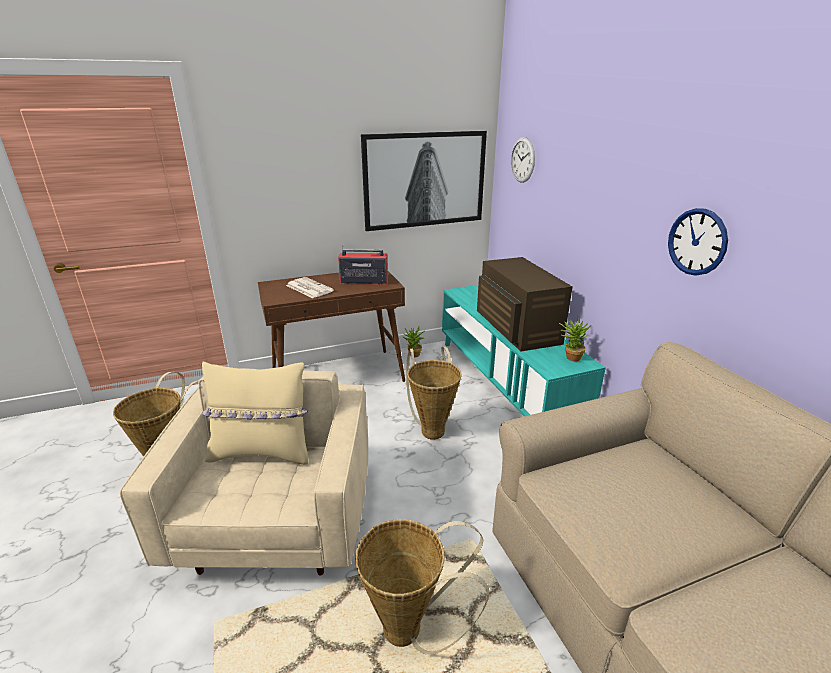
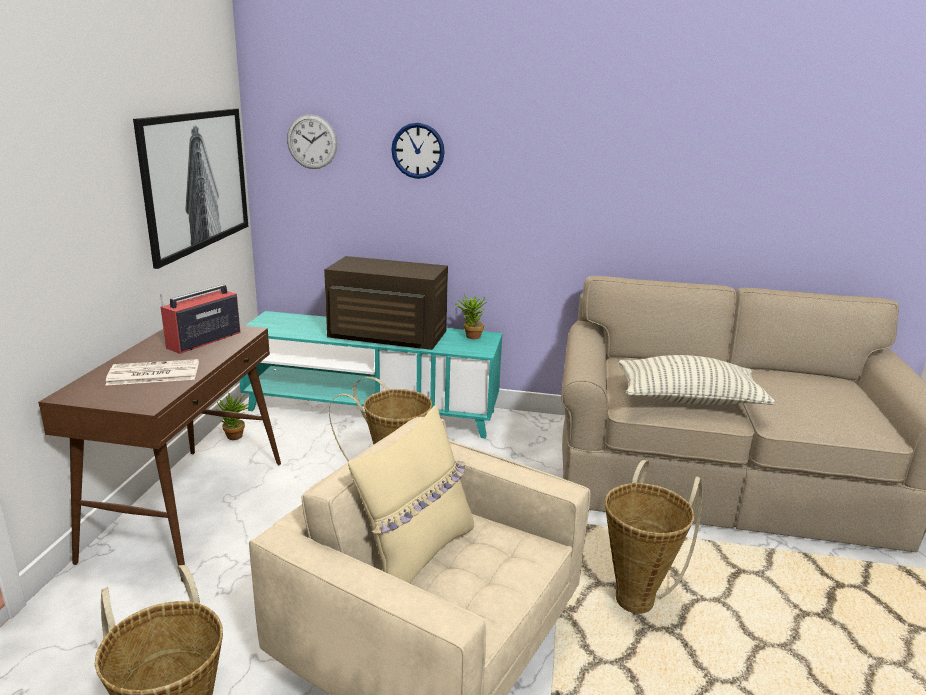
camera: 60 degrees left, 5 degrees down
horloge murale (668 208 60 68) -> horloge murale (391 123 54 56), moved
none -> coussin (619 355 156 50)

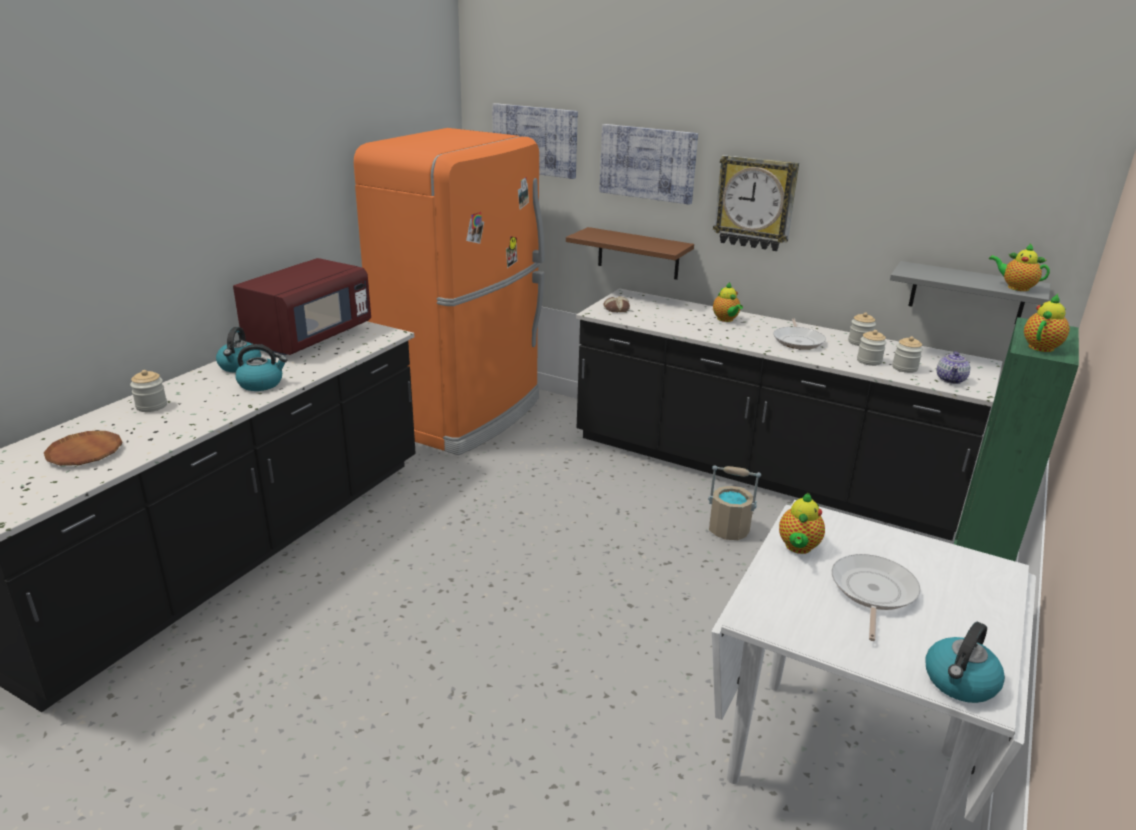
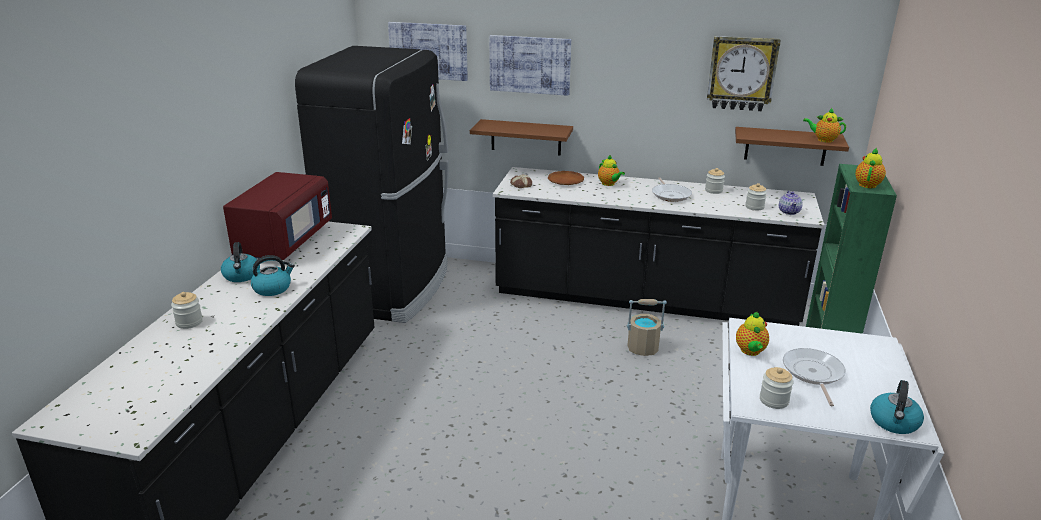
camera: 15 degrees left, 0 degrees up
assiette/marron (44 431 79 35) -> assiette/marron (548 171 36 14), moved
réfrigérateur/orange (354 128 191 327) -> réfrigérateur/noir (295 46 154 277)
horloge murale (713 155 86 96) -> horloge murale (707 36 74 75), moved
bocal (857 330 30 36) -> bocal (760 367 34 42), moved
étagère/gris (890 261 161 63) -> étagère/marron (735 127 114 39)

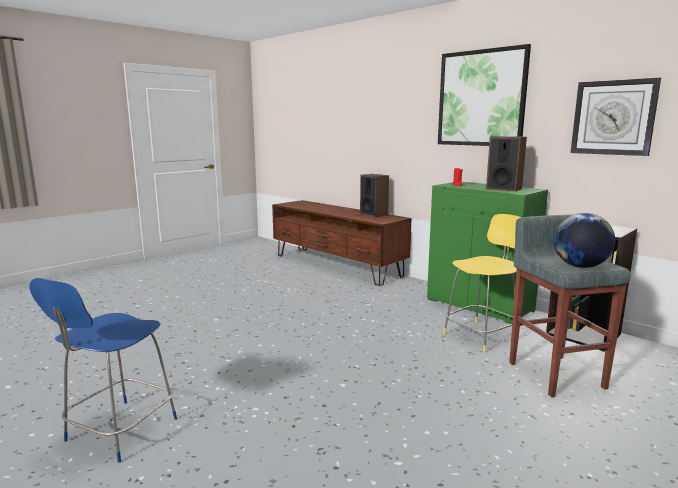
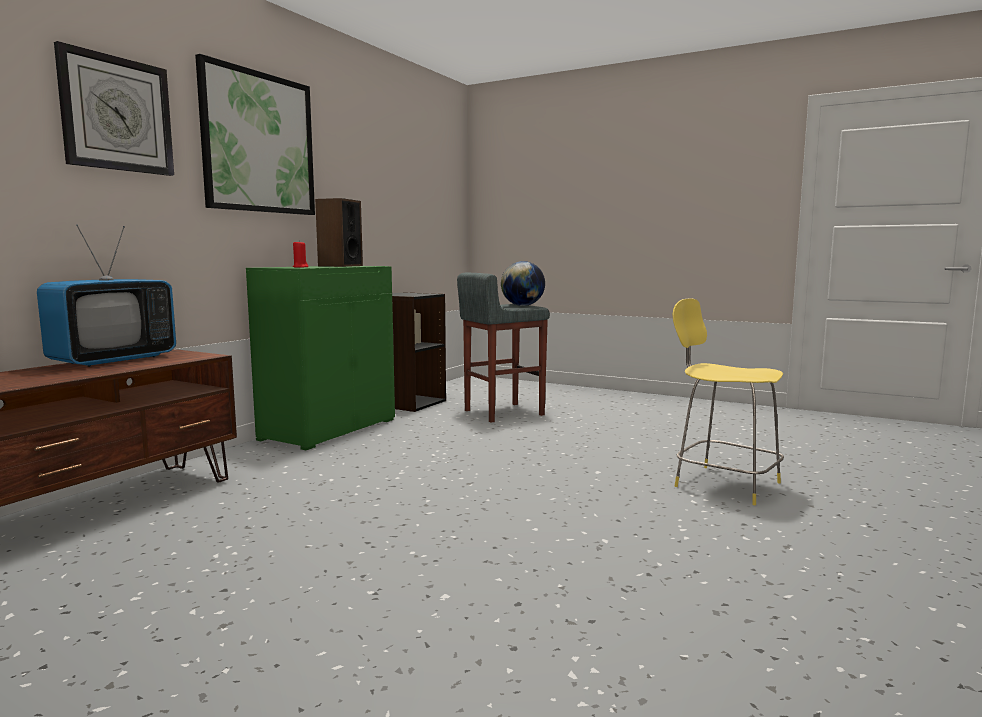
camera: 105 degrees left, 5 degrees down
tabouret/bleu (30 278 147 185) -> none
enceinte (360 174 29 43) -> téléviseur (37 225 139 142)
tabouret/jaune (443 214 79 139) -> tabouret/jaune (673 299 111 206), moved
horloge murale (570 78 91 78) -> horloge murale (54 41 120 135), moved

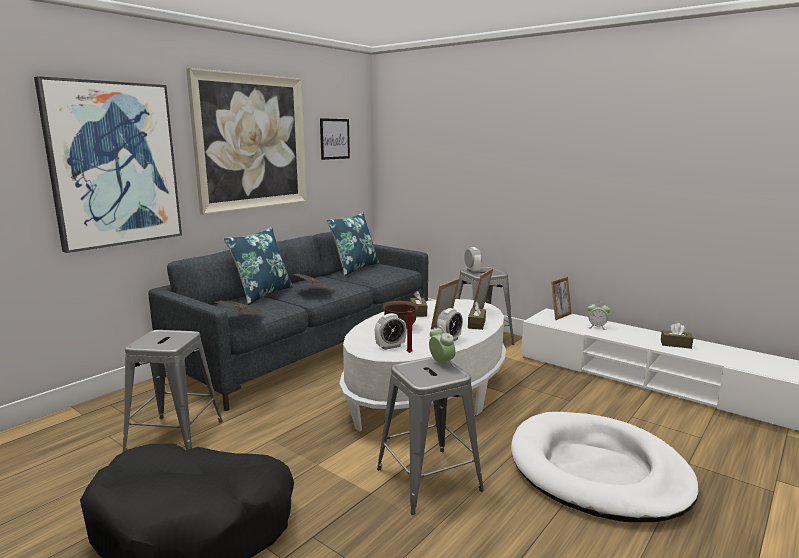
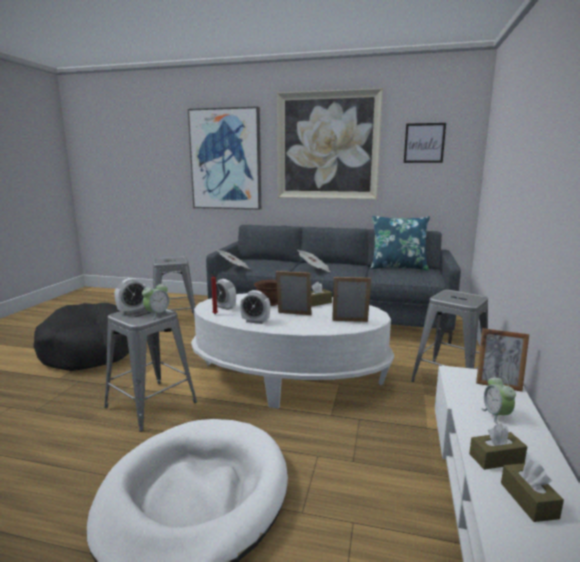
camera: 65 degrees right, 0 degrees up
coussin/bleu (224 227 70 78) -> none
réveil (464 247 18 26) -> réveil (114 278 33 36), moved
boîte à mouchoirs/marron (468 301 18 29) -> boîte à mouchoirs/marron (469 423 58 47), moved

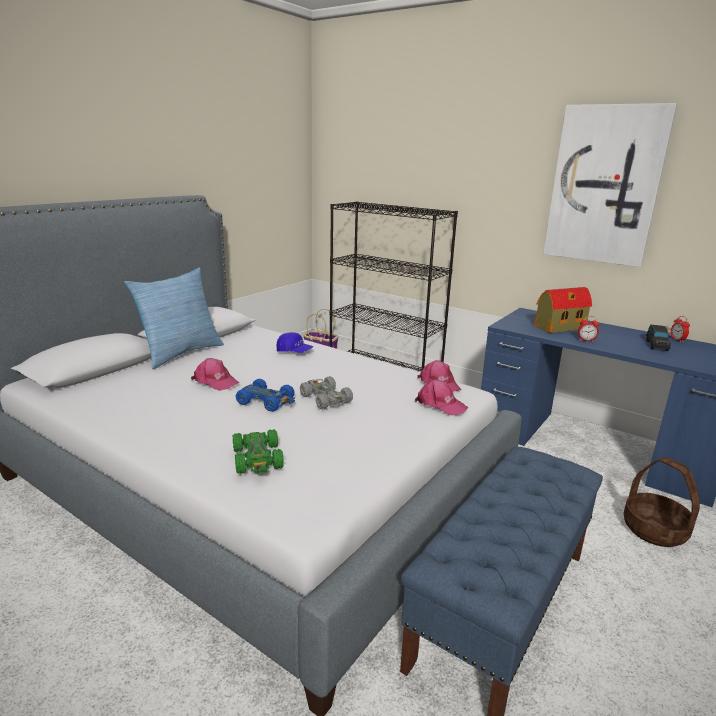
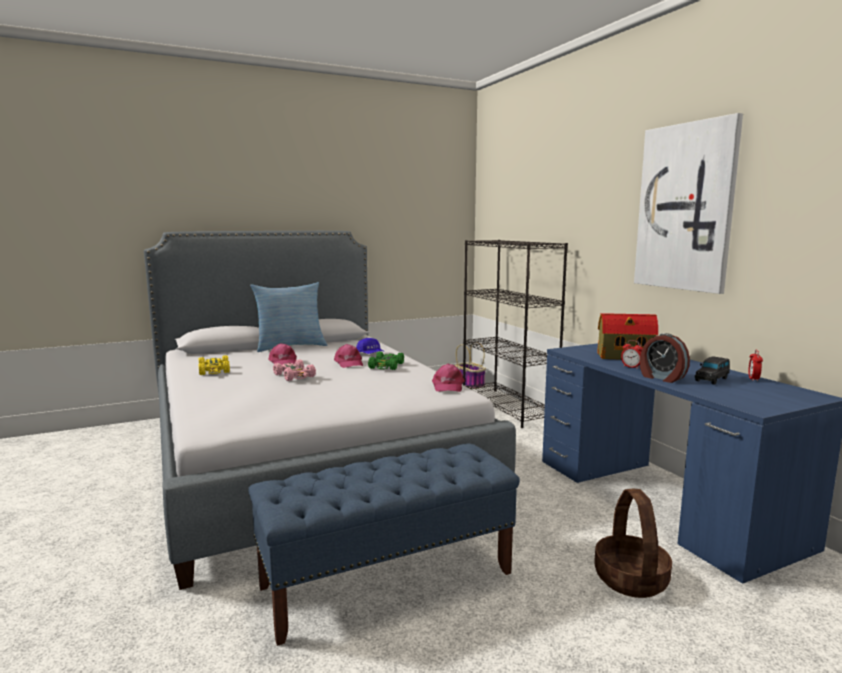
camera: 30 degrees right, 10 degrees down
petite voiture/vert (233 429 51 45) -> petite voiture/vert (368 351 36 19), moved
petite voiture/bleu (236 379 59 33) -> petite voiture/rose (273 359 43 22)
petite voiture/gris (300 376 53 33) -> none
casquette/rose (415 379 54 37) -> casquette/rose (334 344 29 24), moved
none -> petite voiture/jaune (199 355 31 20)
none -> réveil (640 333 50 50)

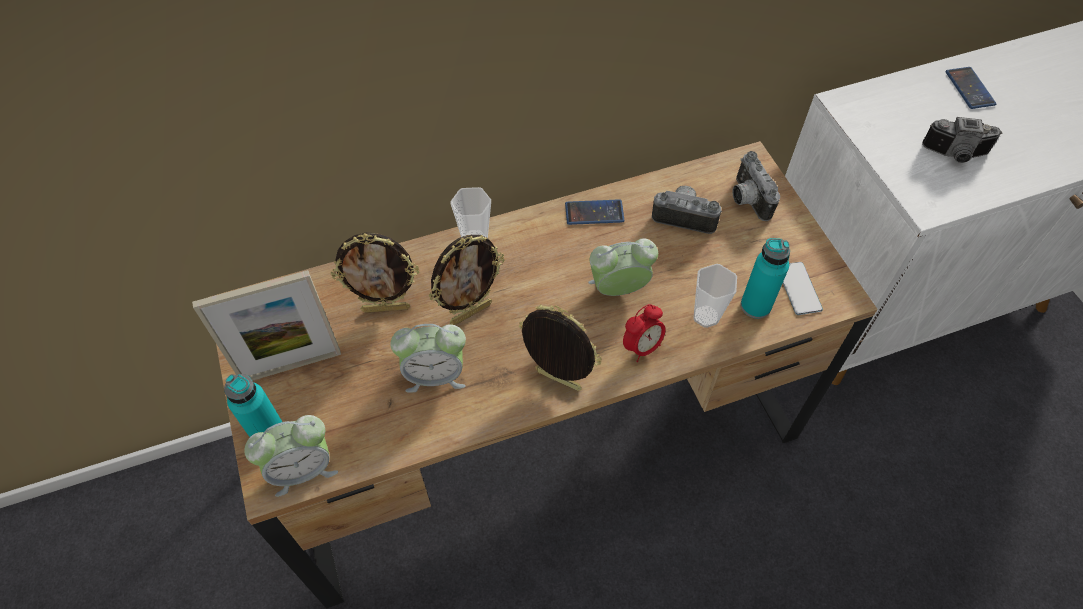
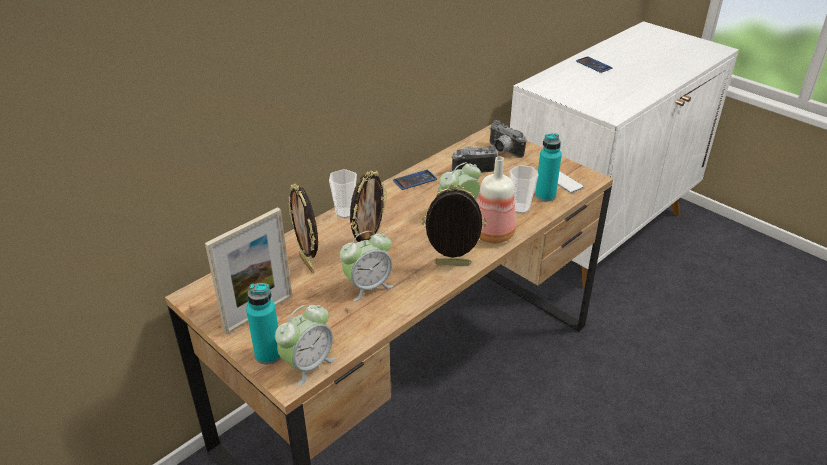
camera: 25 degrees left, 20 degrees down
cadre photo (331 232 88 81) -> cadre photo (288 184 30 89), 90 degrees clockwise
réveil (623 304 43 58) -> bouteille (477 156 39 87)
appareil photo (922 117 80 46) -> none

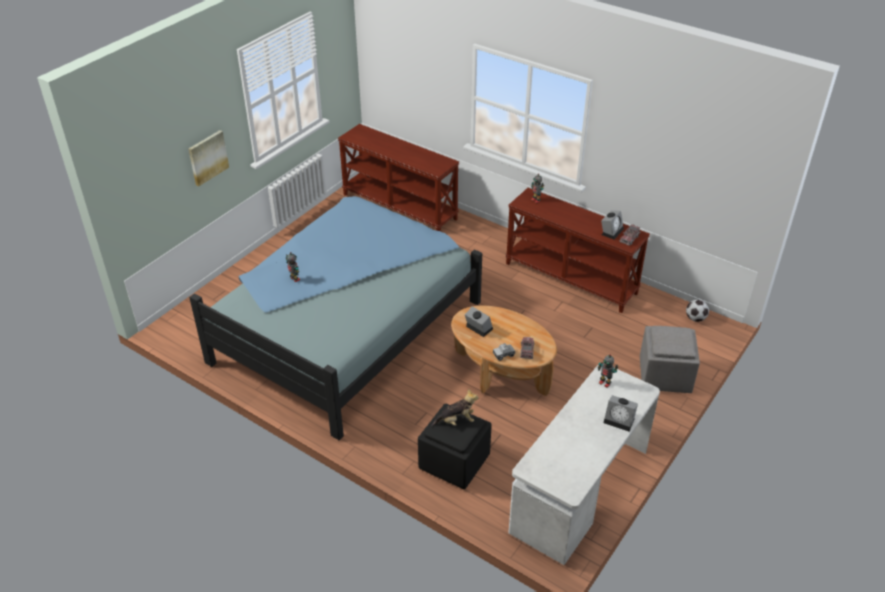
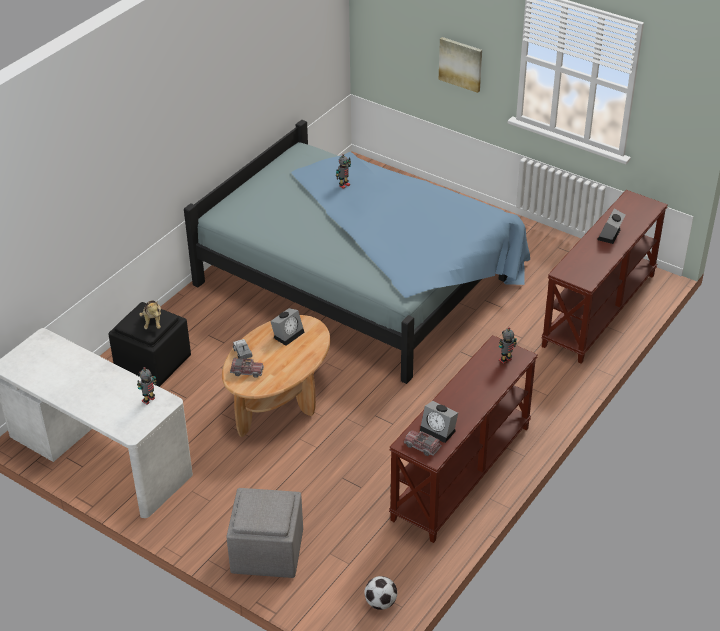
camera: 90 degrees right, 0 degrees up
réveil (604 395 34 36) -> réveil (597 209 28 35), moved

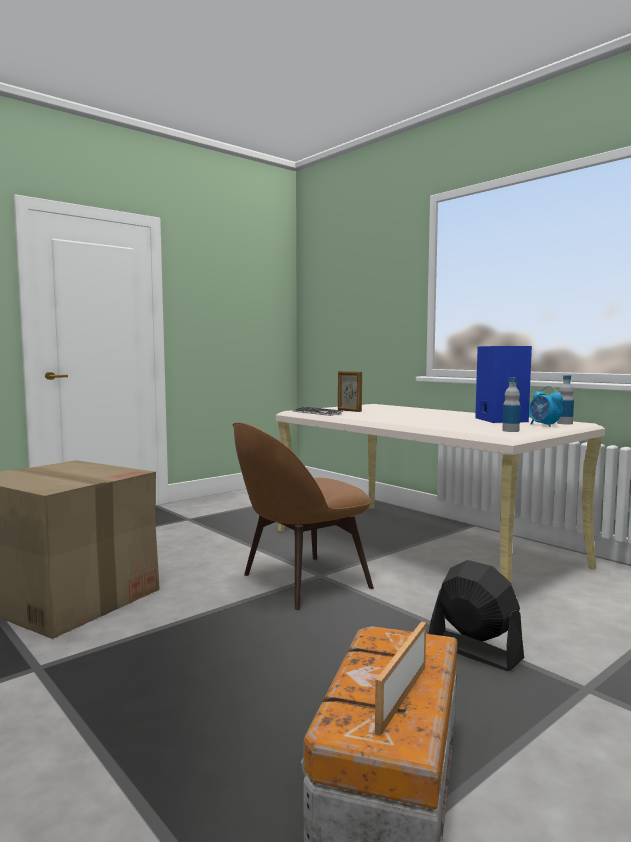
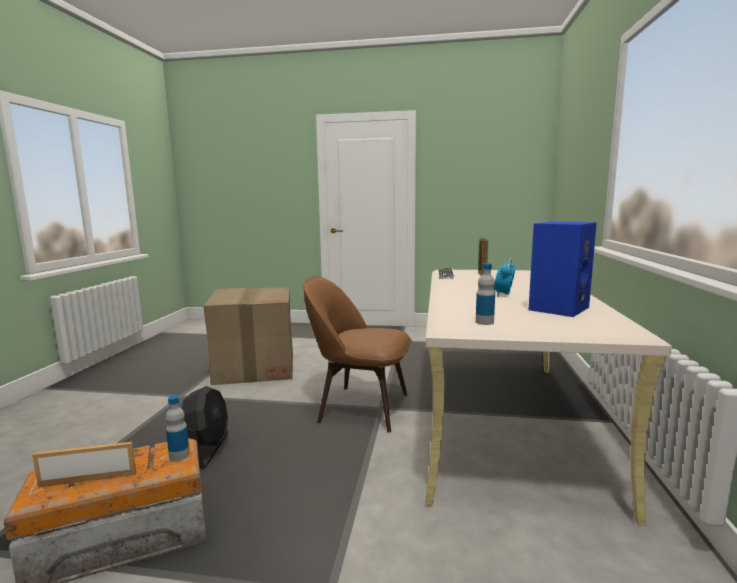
camera: 50 degrees right, 5 degrees up
ventilateur/noir (428 560 96 111) -> ventilateur/noir (182 386 46 83), moved
réveil (529 386 34 41) -> réveil (494 258 21 39), moved
bouteille (557 375 17 49) -> bouteille (166 395 24 66), moved

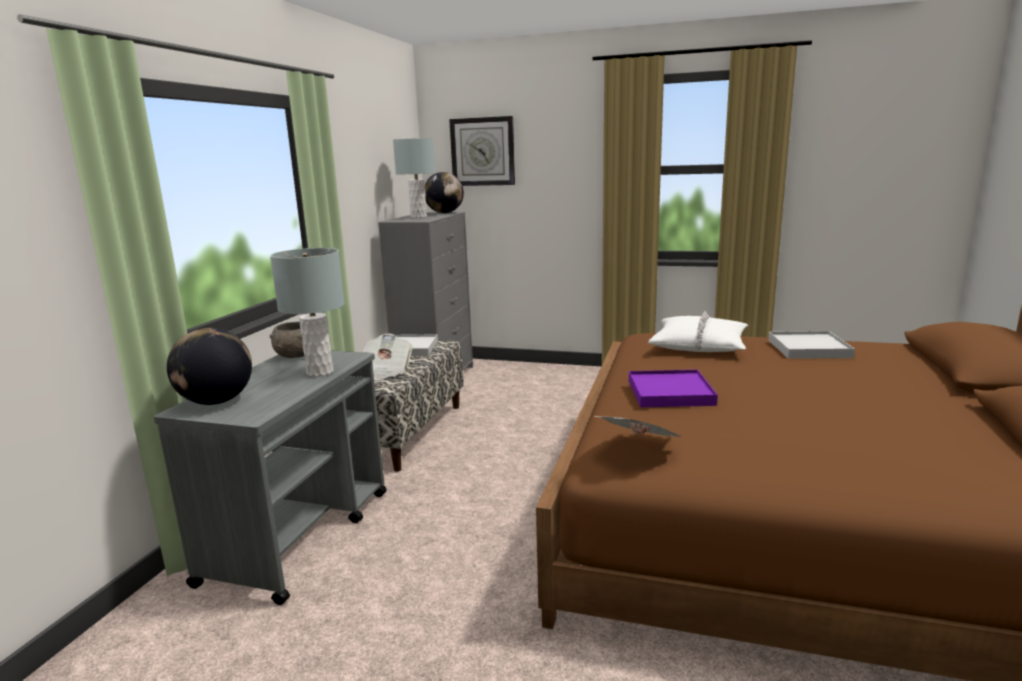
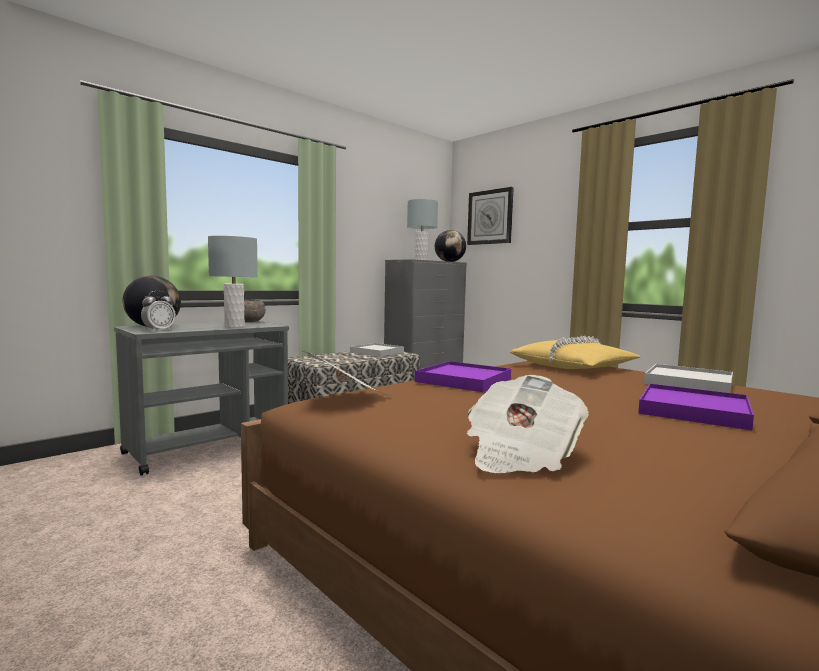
camera: 30 degrees right, 10 degrees down
journal (363 334 50 46) -> journal (467 375 122 98), moved
coussin/blanc (648 311 100 41) -> coussin/jaune (510 336 131 33)
none -> réveil (141 291 35 41)
none -> plateau/violet (638 384 116 46)

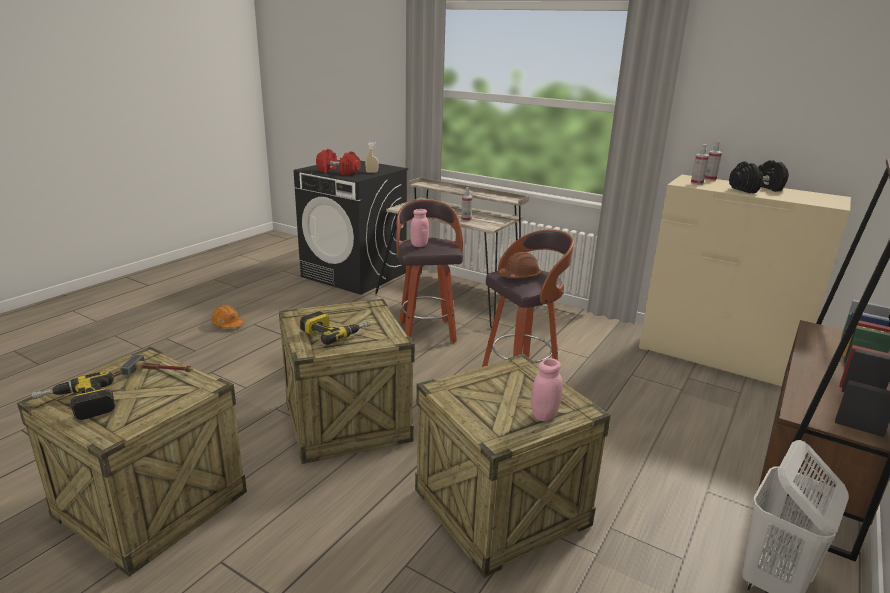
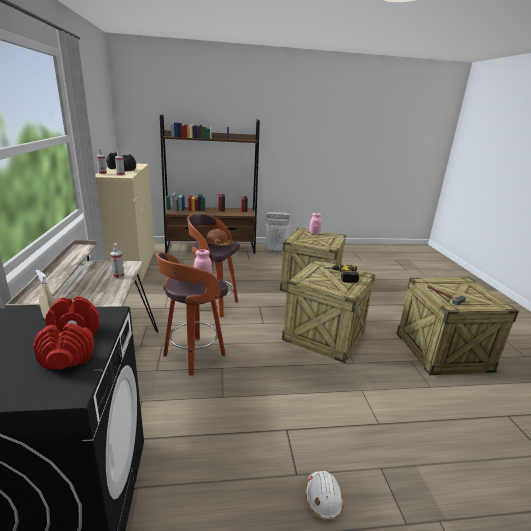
camera: 130 degrees left, 0 degrees up
perceuse (31 371 84 49) -> none
casque de chantier/orange (211 305 32 23) -> casque de chantier/blanc (306 471 38 48)

